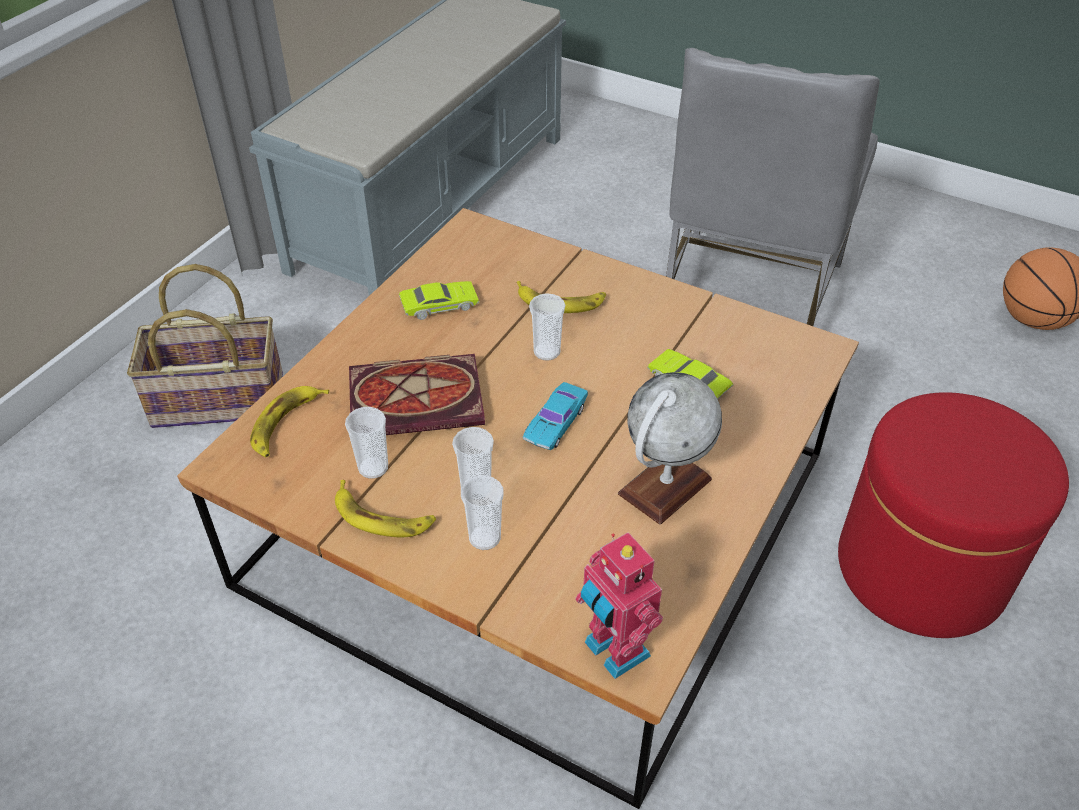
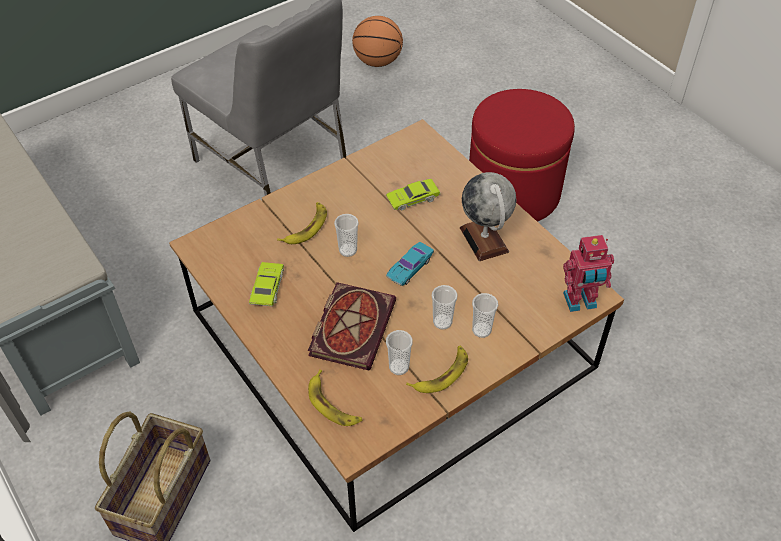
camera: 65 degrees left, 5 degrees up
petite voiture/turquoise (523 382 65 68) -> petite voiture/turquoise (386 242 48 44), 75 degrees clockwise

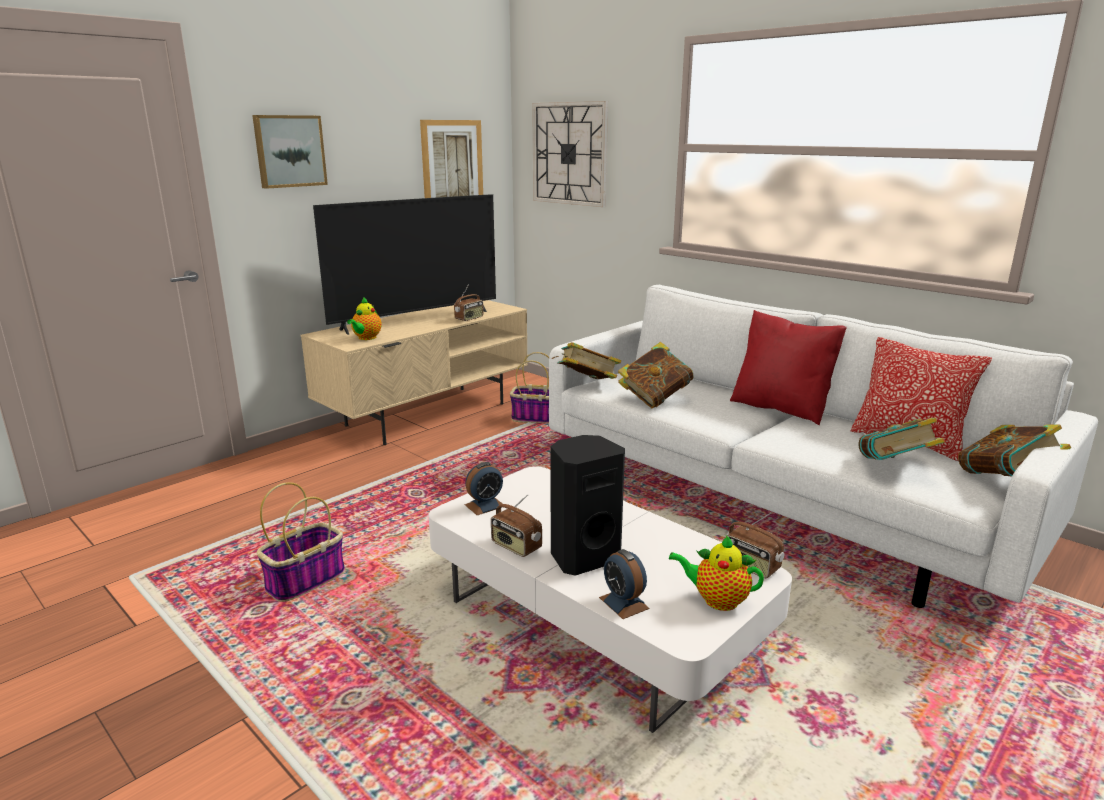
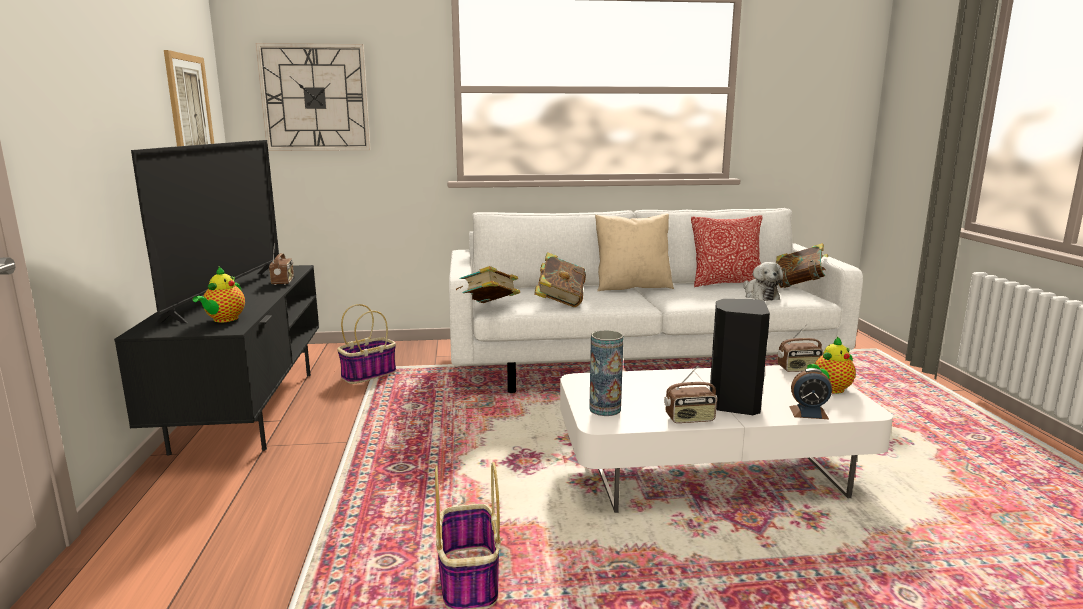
camera: 50 degrees left, 5 degrees down
tableau (252 115 76 74) -> none
meuble télé/beige (301 300 227 145) -> meuble télé/noir (114 265 205 191)
théière (347 297 35 43) -> théière (193 266 52 57), 45 degrees clockwise
réveil (465 462 38 53) -> vase (589 330 34 86)
coussin/rouge (730 310 117 115) -> coussin/beige (595 214 79 77)
livre (859 418 86 42) -> peluche (744 262 39 39)

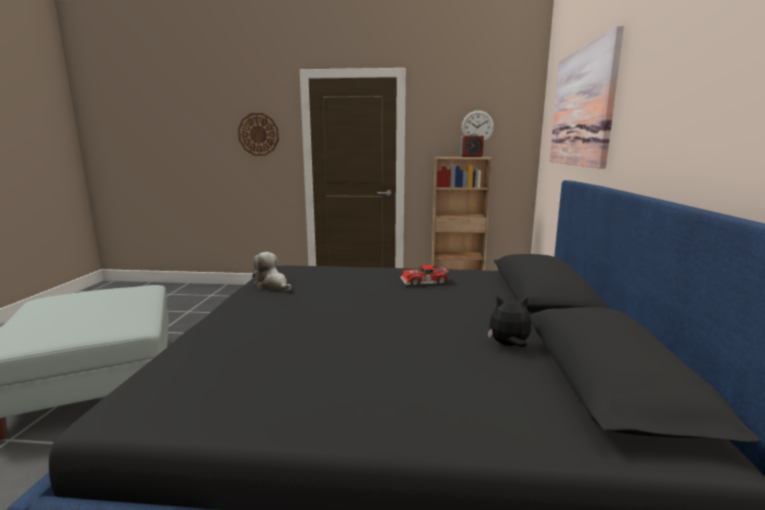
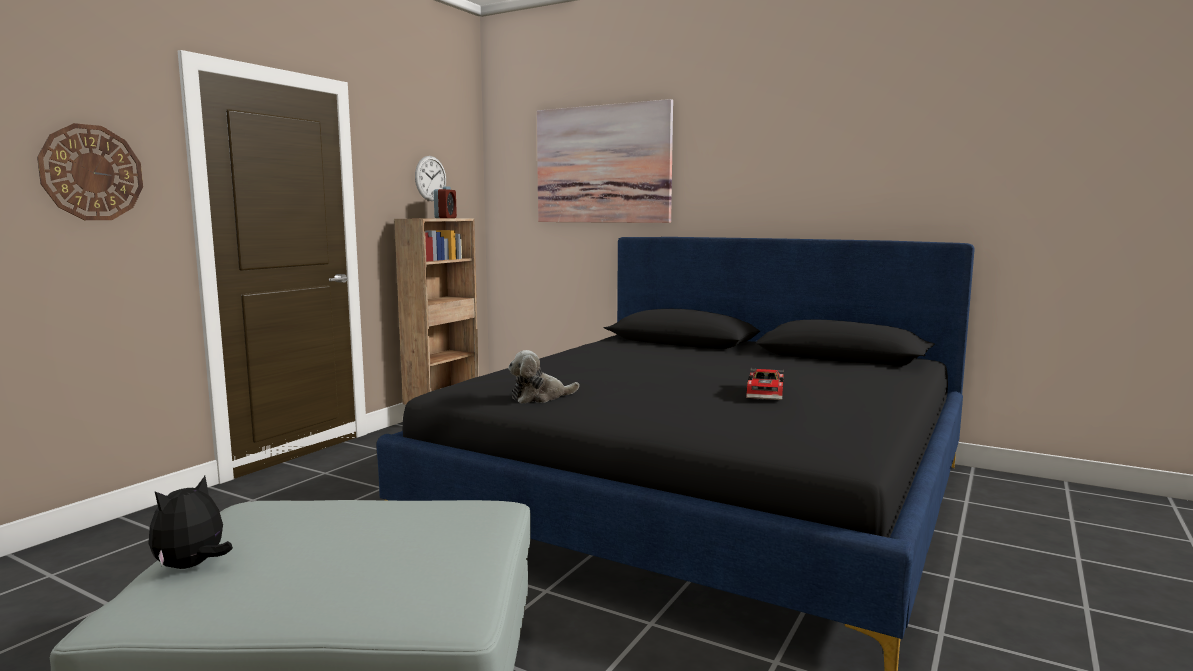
camera: 65 degrees left, 5 degrees down
petite voiture (400 265 51 21) -> petite voiture (746 369 38 31), moved
peluche (488 296 43 51) -> peluche (149 476 84 93), moved

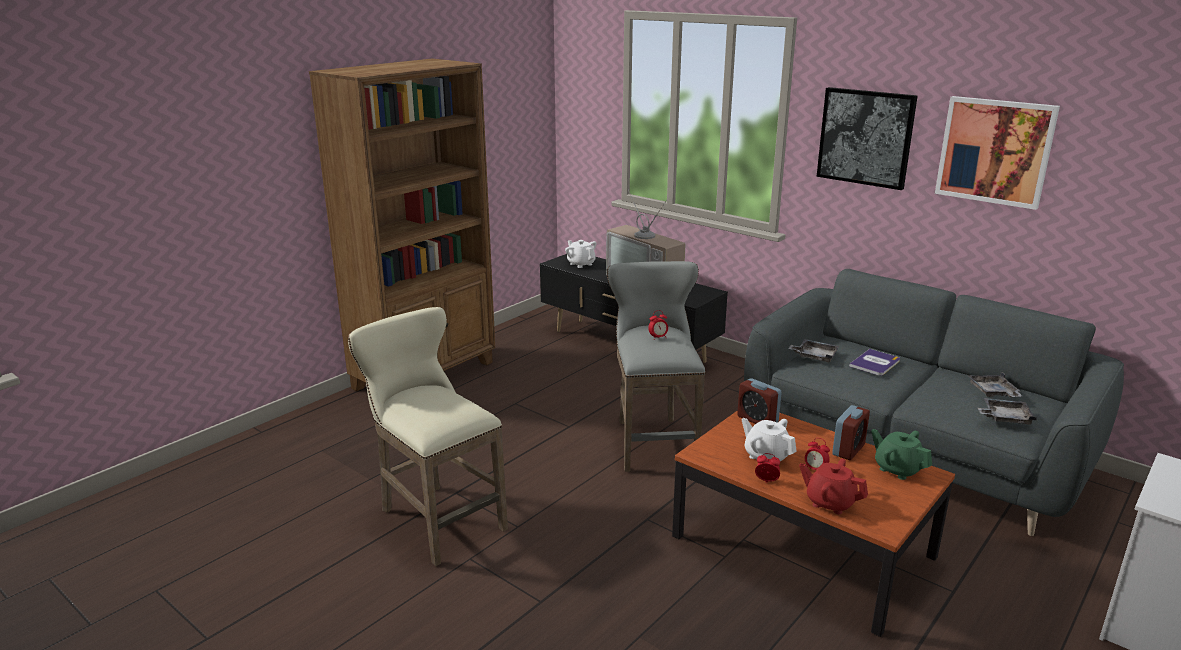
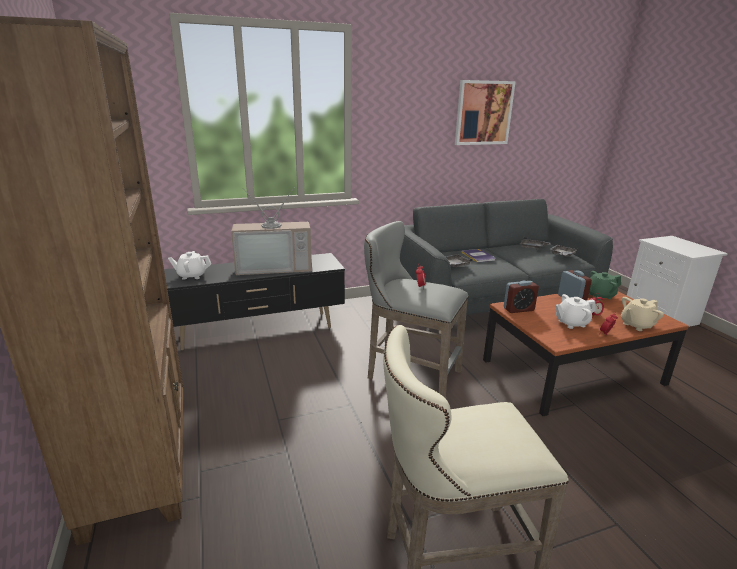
camera: 60 degrees left, 0 degrees up
théière/rouge (799 459 69 55) -> théière/beige (621 297 43 34)
tableau (817 87 101 103) -> none

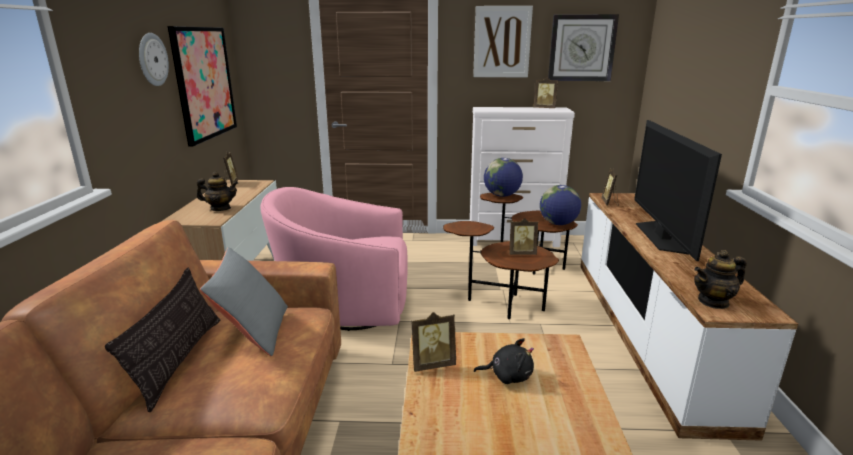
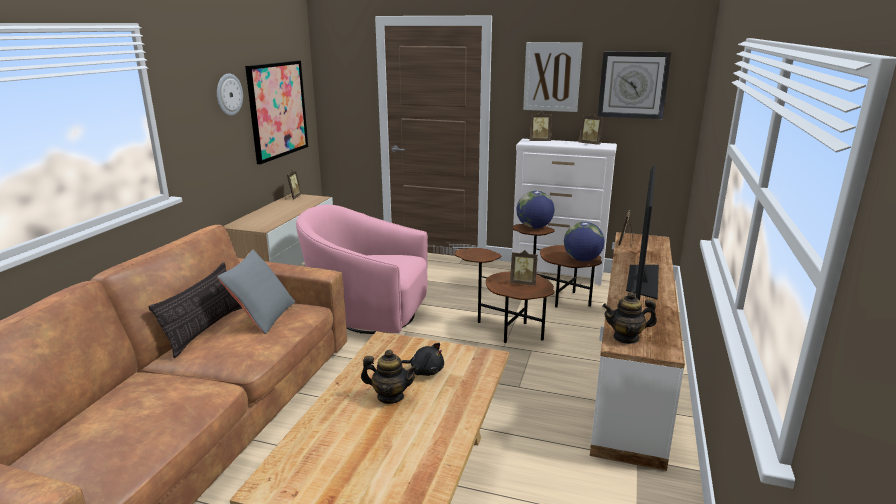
camera: 15 degrees right, 0 degrees up
théière (197 172 41 39) -> théière (361 350 57 54), moved
cadre photo (411 312 45 60) -> cadre photo (530 111 22 30), moved

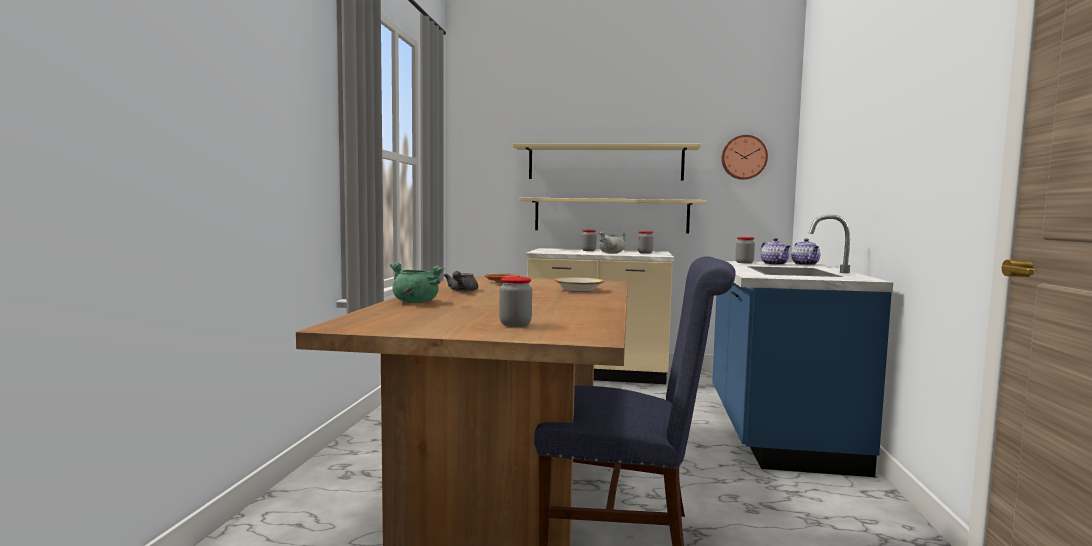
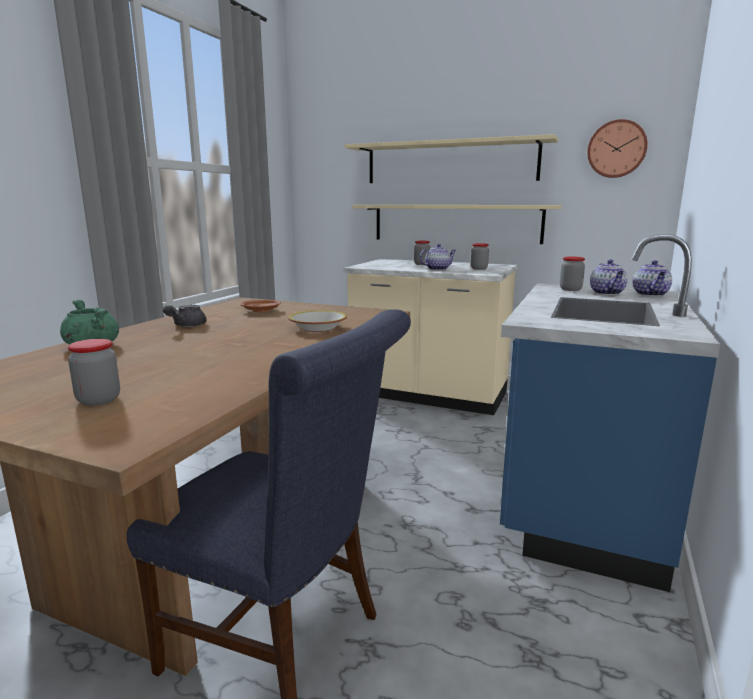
camera: 15 degrees right, 10 degrees up
marmite/gris (599 231 28 22) -> théière (420 244 36 26)

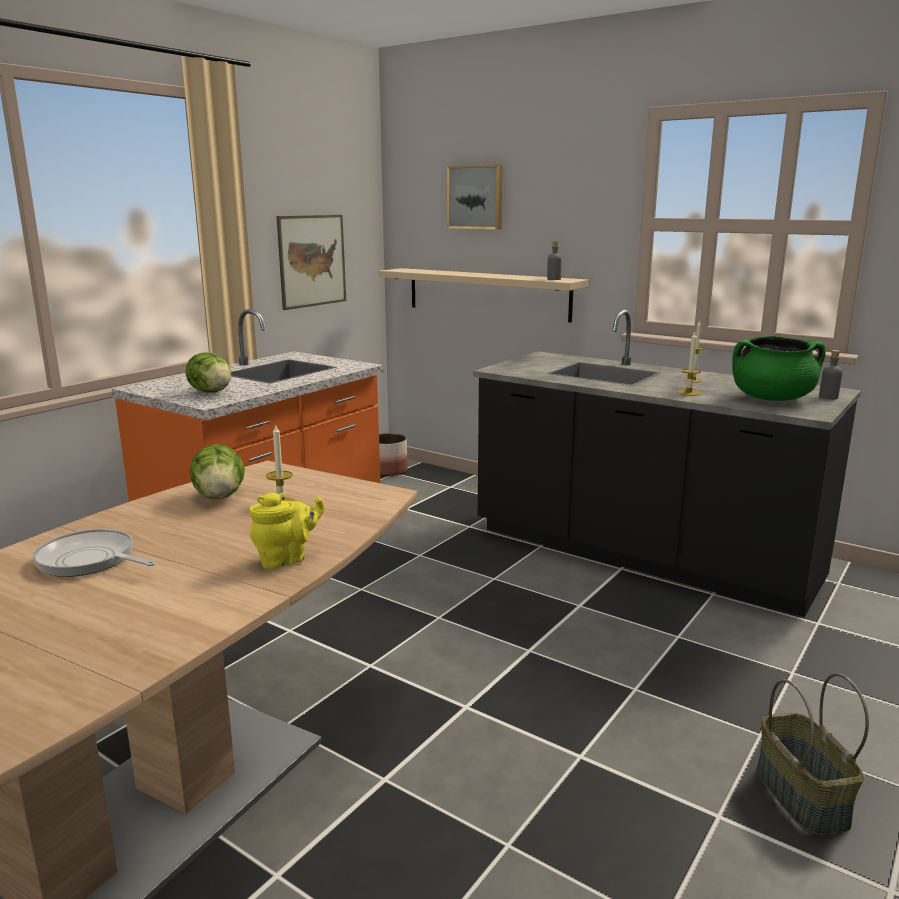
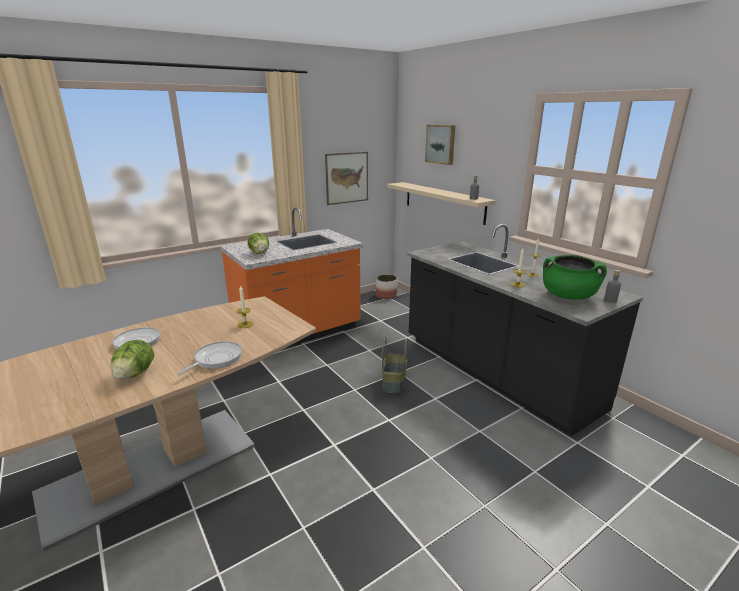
camera: 20 degrees right, 5 degrees up
laitue (190 444 55 55) -> laitue (111 340 43 39), moved
théière/jaune (249 492 76 77) -> poêle (177 341 65 34)
panier (757 673 112 162) -> panier (382 337 26 57), moved

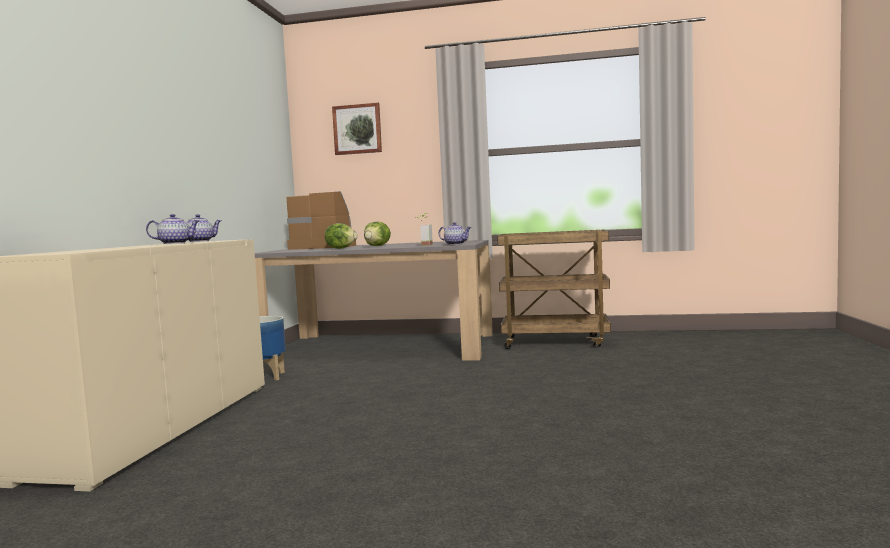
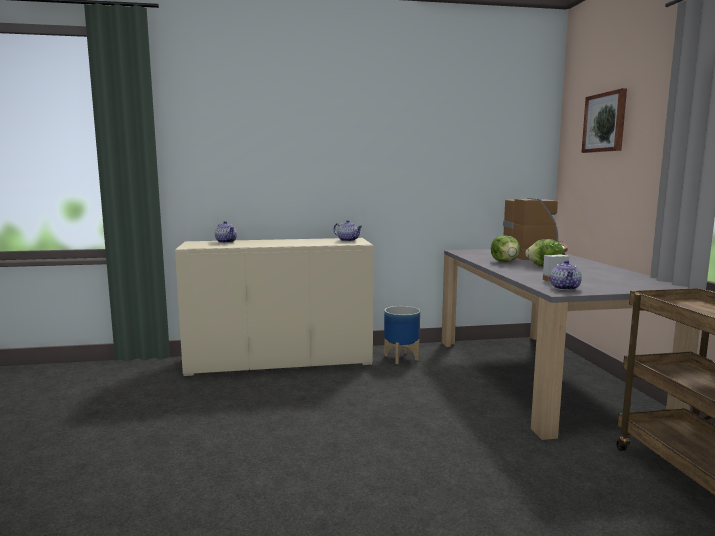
camera: 70 degrees right, 5 degrees up
théière (146 214 53 30) -> théière (215 221 22 22), moved

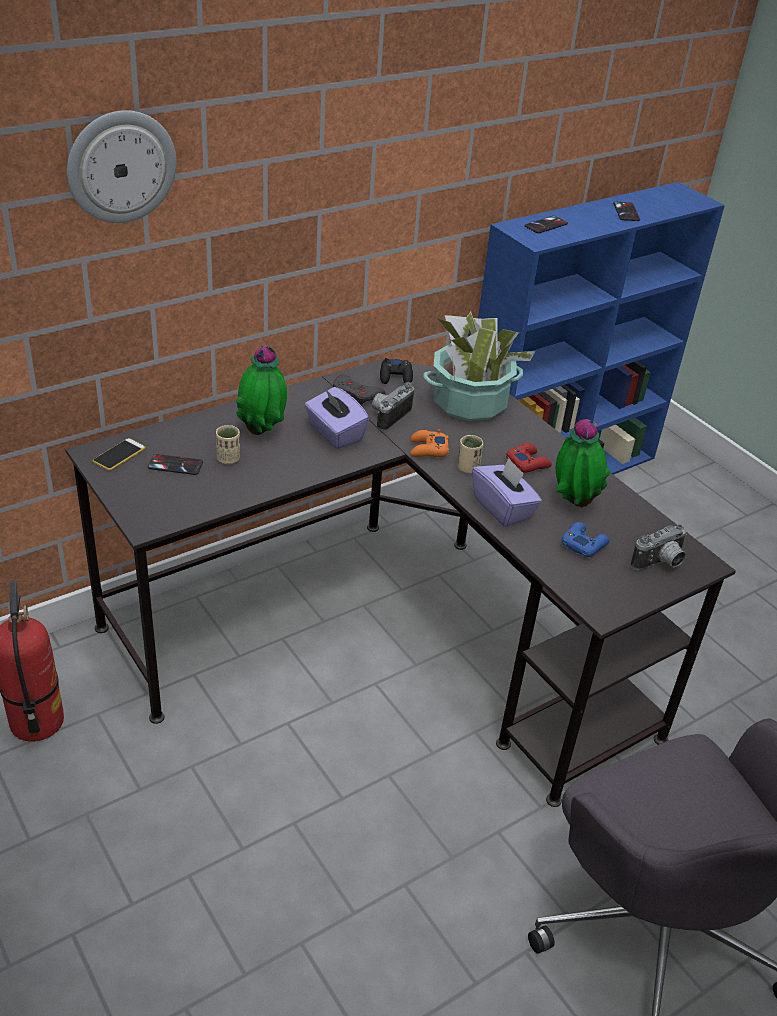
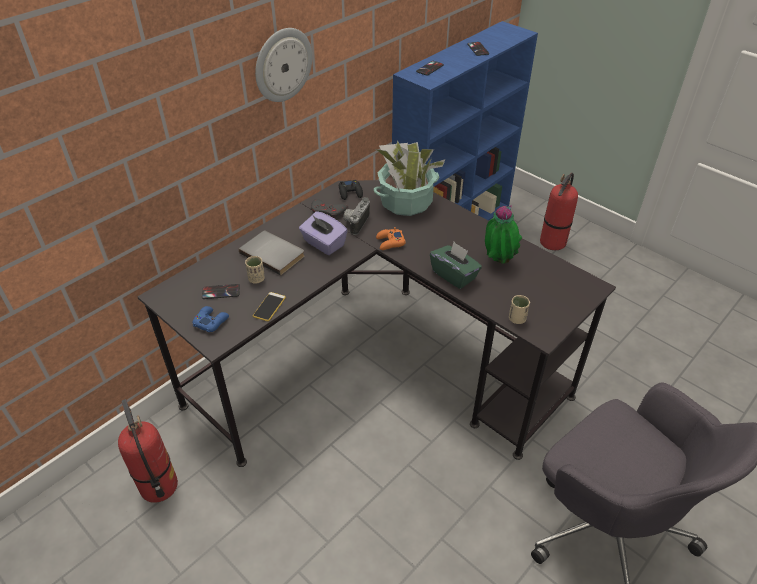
camera: 10 degrees left, 5 degrees up
horloge murale (67 110 109 113) -> horloge murale (255 28 57 74), moved
téléphone (93 438 53 33) -> téléphone (253 292 33 29), moved
plante en pot (236 345 51 90) -> livre/gris (239 231 66 45)
tasse/beige (457 435 26 38) -> tasse/beige (509 295 21 29), moved
boîte à mouchoirs/violet (472 458 70 69) -> boîte à mouchoirs/vert (430 242 52 47)
manette/rouge (506 443 46 30) -> none
manette/bleu (561 522 49 35) -> manette/bleu (192 306 37 26), moved
appareil photo (631 524 56 47) -> none
none -> extincteur (540 173 38 77)

